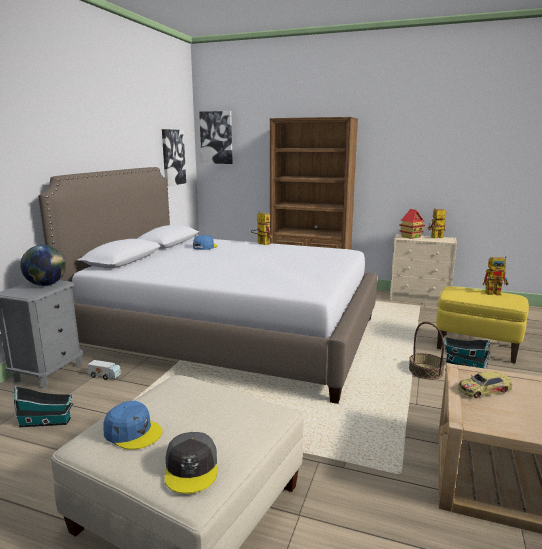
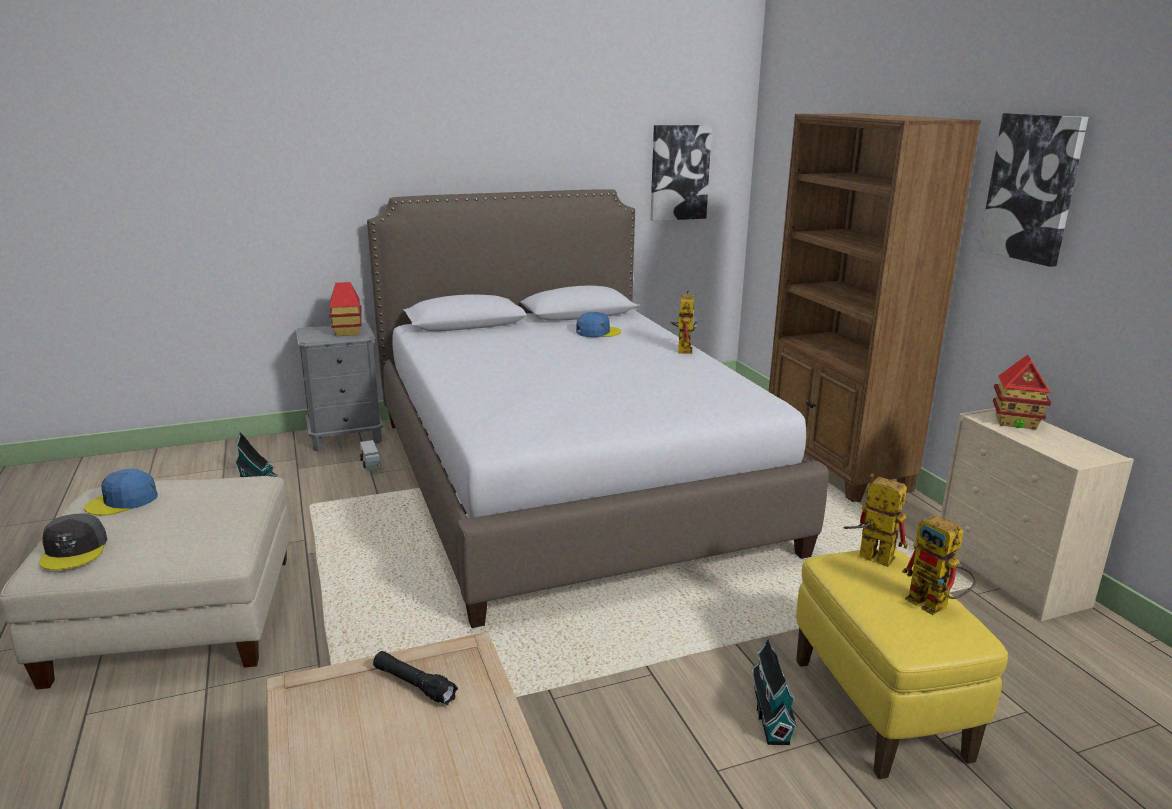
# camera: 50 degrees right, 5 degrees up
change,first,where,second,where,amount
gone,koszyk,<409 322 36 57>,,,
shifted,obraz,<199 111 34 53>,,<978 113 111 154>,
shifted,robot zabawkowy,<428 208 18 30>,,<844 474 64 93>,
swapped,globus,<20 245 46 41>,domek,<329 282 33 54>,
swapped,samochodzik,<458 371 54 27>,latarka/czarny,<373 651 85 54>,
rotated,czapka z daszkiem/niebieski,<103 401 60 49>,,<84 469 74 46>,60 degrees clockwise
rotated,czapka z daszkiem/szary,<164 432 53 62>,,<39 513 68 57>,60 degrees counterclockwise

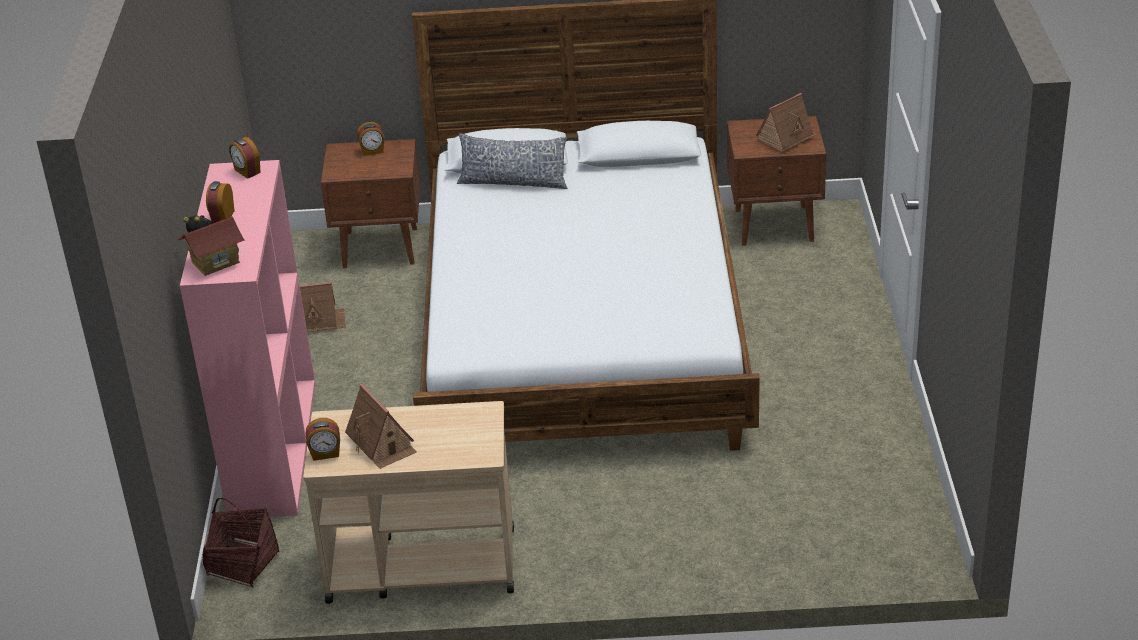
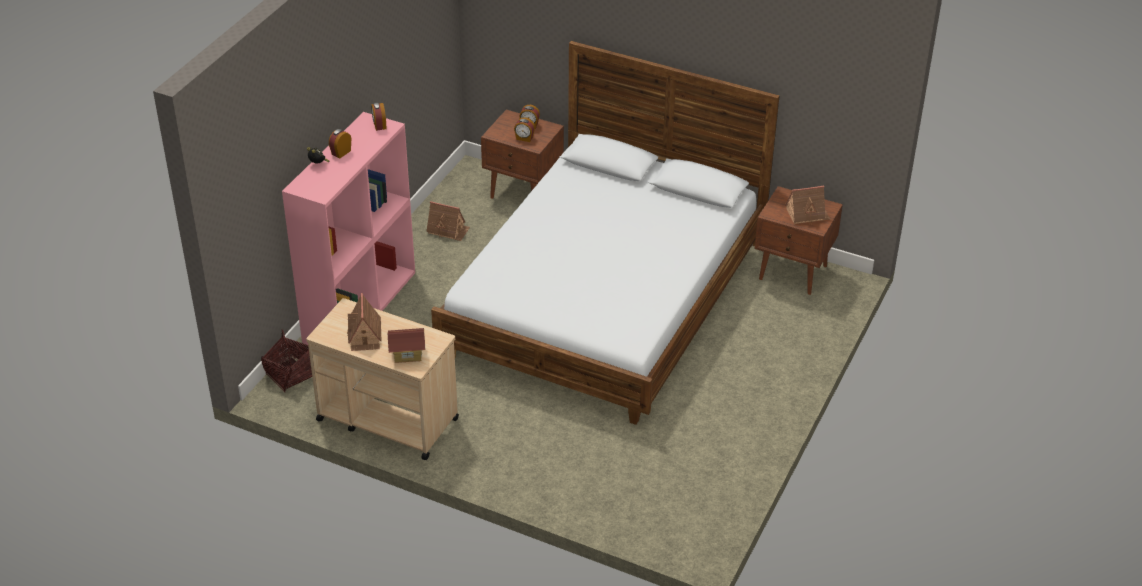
# camera: 25 degrees right, 5 degrees up
change,first,where,second,where,amount
gone,poduszka,<457 133 111 56>,,,
shifted,domek,<177 217 68 59>,,<388 328 38 35>,
shifted,budzik,<306 418 34 43>,,<514 117 21 25>,

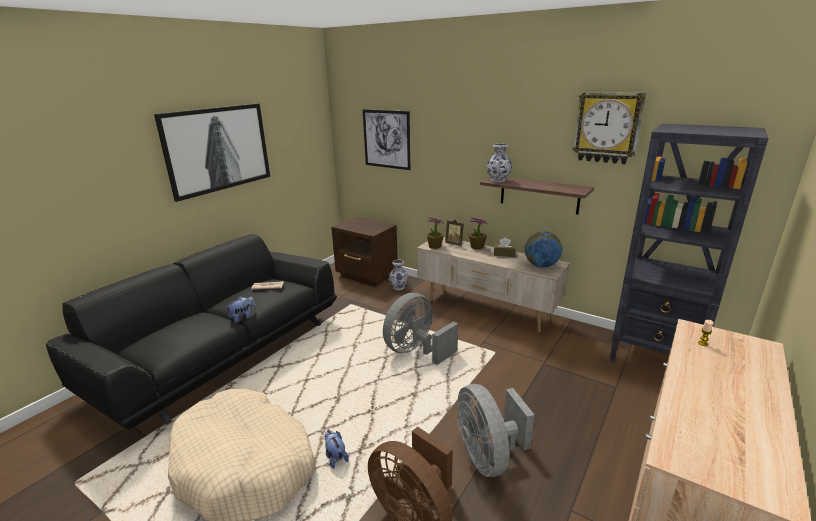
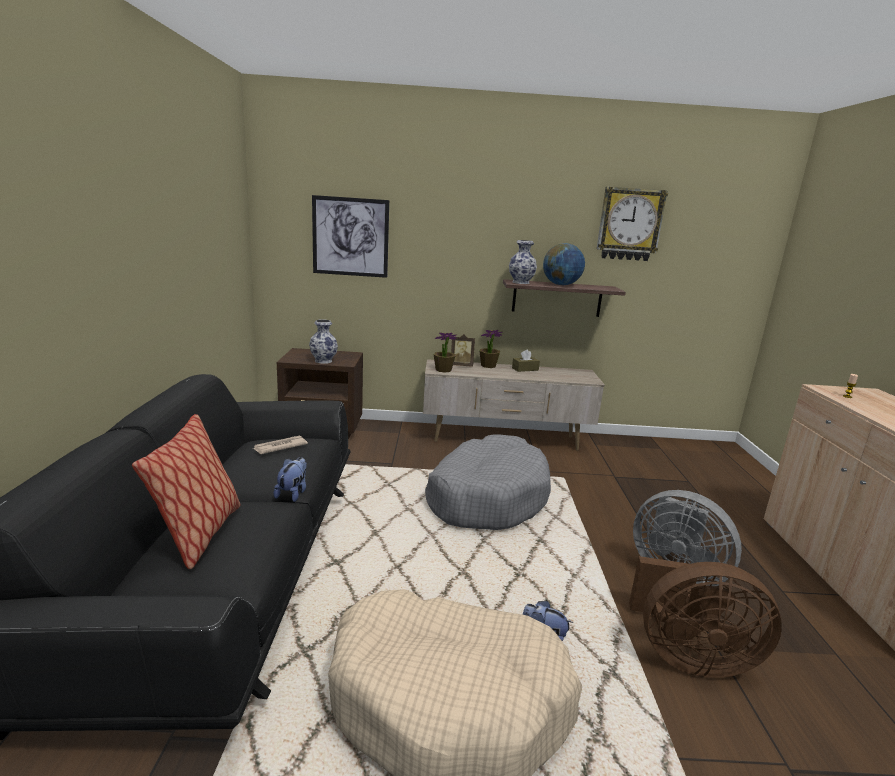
# camera: 35 degrees left, 5 degrees down
change,first,where,second,where,amount
gone,obraz,<154 104 116 98>,,,
gone,regał/czarny,<610 123 159 238>,,,
new,,,poduszka,<132 414 109 155>,
shifted,wazon,<389 259 20 31>,,<309 320 29 44>,
shifted,globus,<525 231 37 37>,,<543 243 42 42>,
swapped,wentylator/szary,<383 293 75 72>,legowisko/szary,<425 434 126 96>,

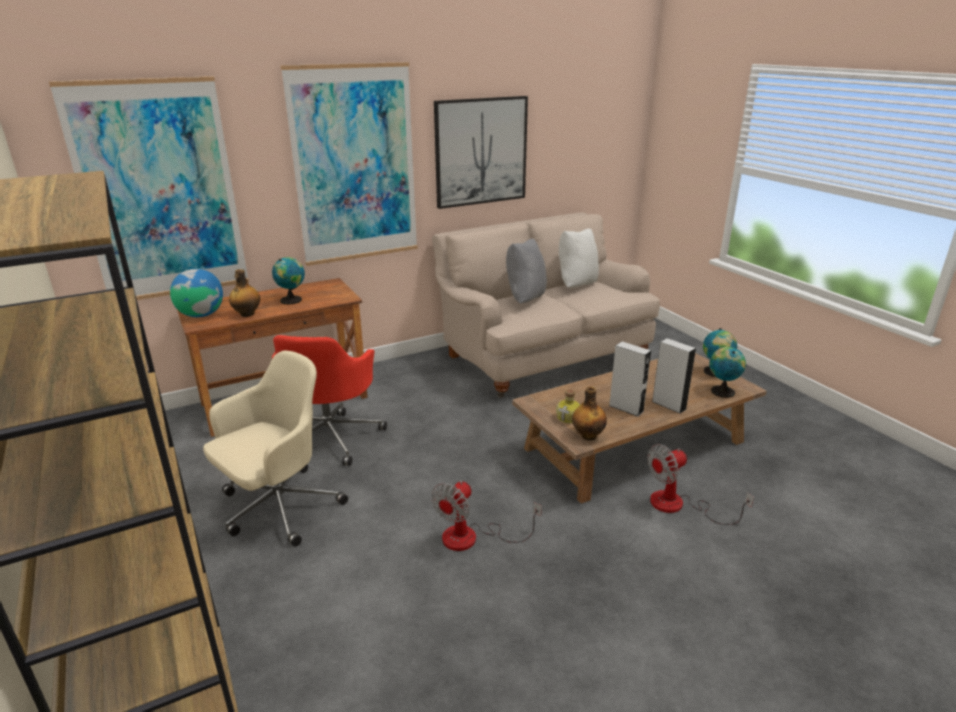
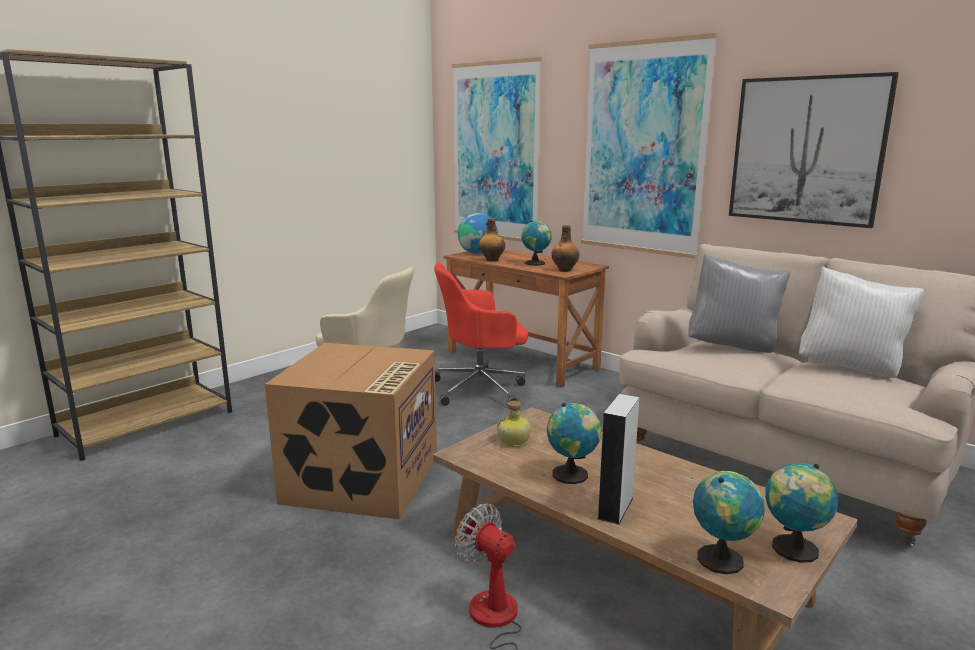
# camera: 70 degrees right, 10 degrees down
change,first,where,second,where,amount
shifted,butelka,<572 387 35 54>,,<551 225 29 47>,
swapped,wentylator,<431 481 111 70>,karton,<265 343 172 176>,
swapped,głośnik/szary,<609 341 42 76>,globus,<547 403 54 81>,

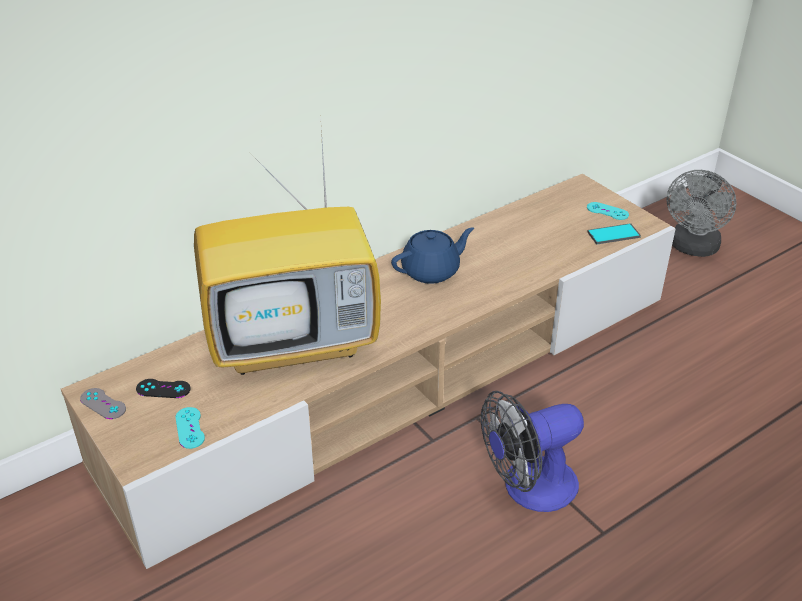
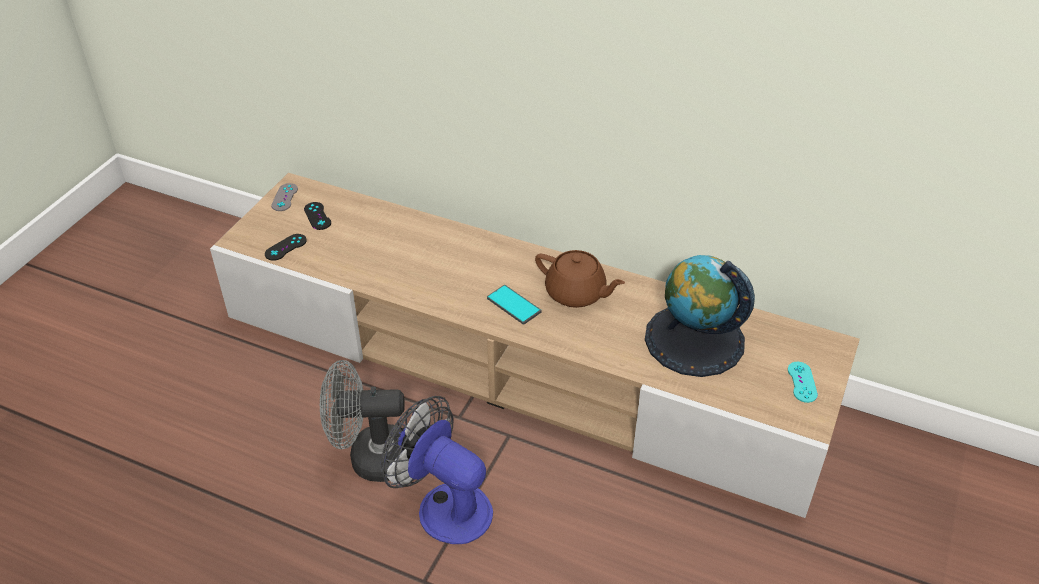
# camera: 60 degrees right, 5 degrees up
change,first,where,second,where,amount
gone,telewizor,<194 128 187 247>,,,
new,,,globus,<645 255 110 122>,
shifted,telefon,<587 223 54 21>,,<487 285 54 40>,
shifted,wentylator/szary,<666 170 70 87>,,<320 360 85 122>,
repainted,pad do gier/turkusowy,<175 407 30 42>,pad do gier/czarny,<265 234 42 27>,
repainted,imbryk/niebieski,<391 227 83 57>,imbryk/brązowy,<535 250 90 58>,

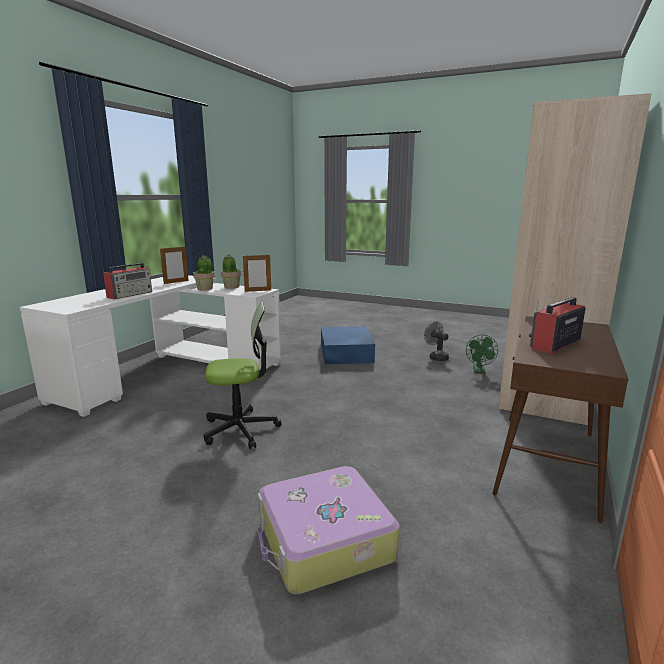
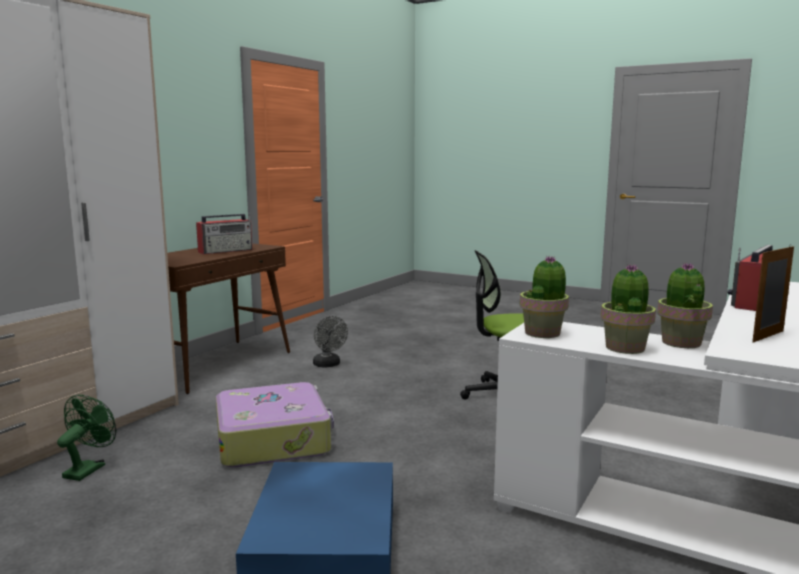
# camera: 175 degrees left, 5 degrees down
change,first,where,second,where,amount
shifted,walizka,<257 466 143 129>,,<216 382 118 86>,
shifted,wentylator/szary,<424 321 25 40>,,<313 316 35 52>,
swapped,ramka na zdjęcie,<243 255 28 37>,roślina doniczkowa,<520 256 49 82>,

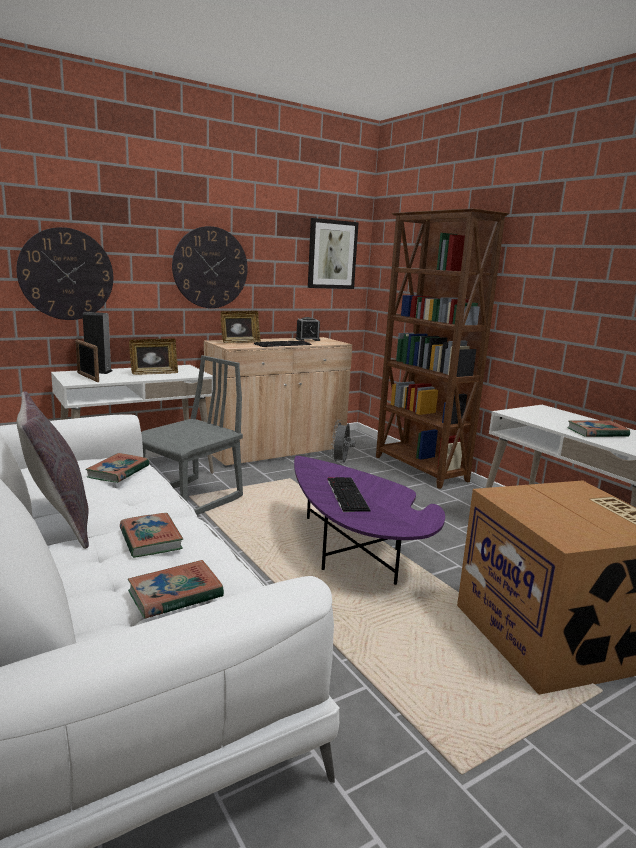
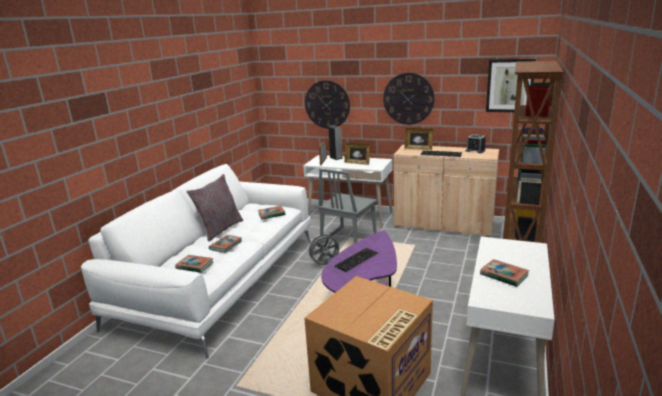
# camera: 55 degrees right, 5 degrees up
change,first,where,second,where,amount
shifted,wentylator/szary,<331 420 24 44>,,<306 232 33 33>,
rotated,krzesło/szary,<141 355 102 160>,,<318 168 59 75>,120 degrees clockwise

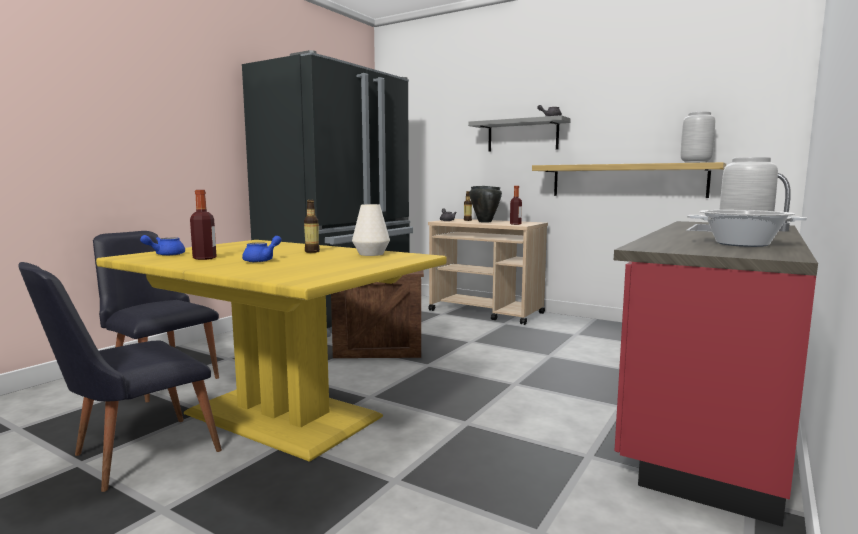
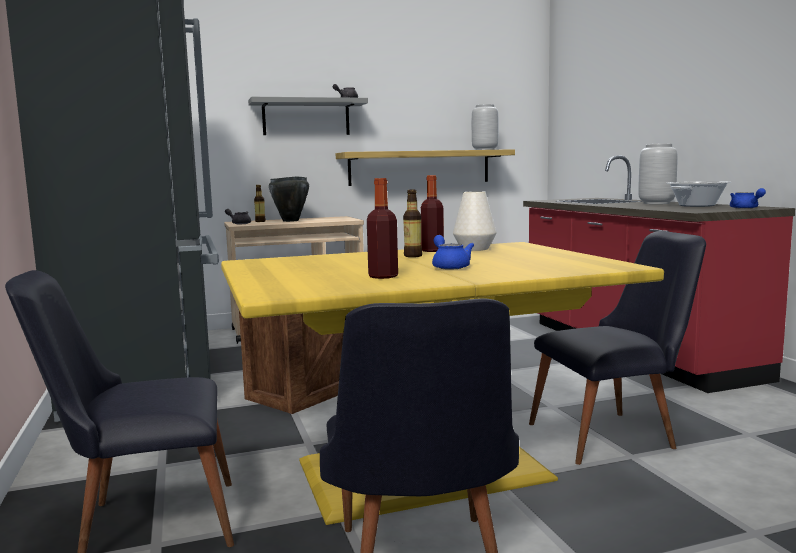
# camera: 50 degrees left, 0 degrees up
change,first,where,second,where,amount
new,,,krzesło/czarny,<529 231 177 234>,
shifted,imbryk/niebieski,<140 235 45 21>,,<730 188 36 21>,
shifted,butelka,<510 186 12 39>,,<421 175 23 77>,

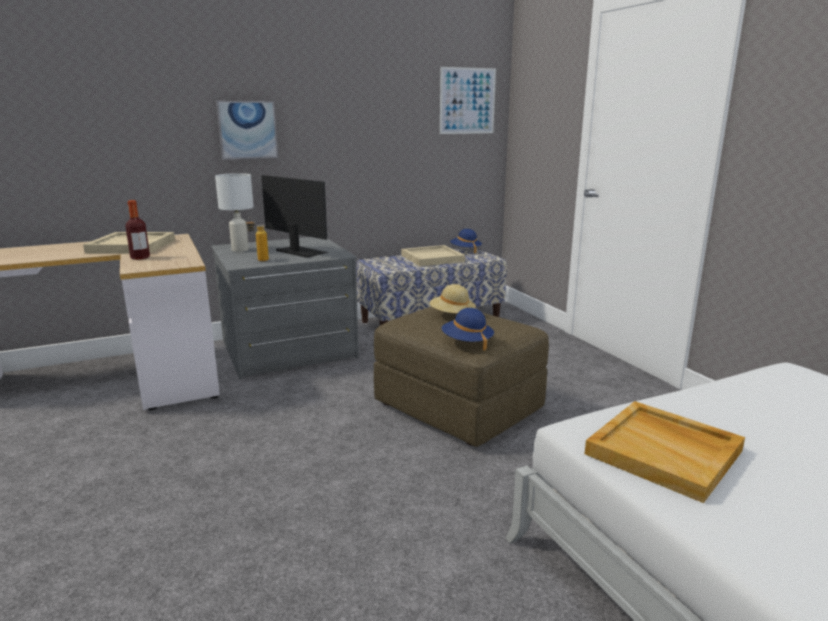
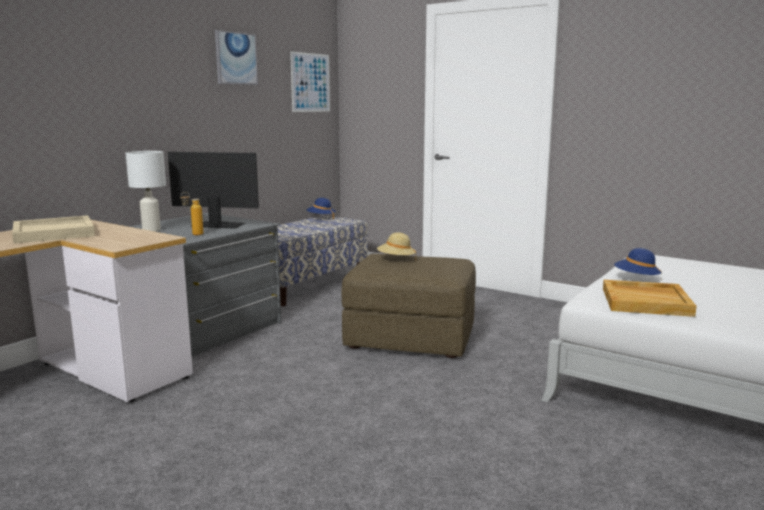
# camera: 30 degrees left, 5 degrees down
change,first,where,second,where,amount
gone,butelka,<125 200 25 60>,,,
gone,taca/beżowy,<401 245 64 21>,,,
shifted,obraz,<216 101 62 59>,,<215 30 43 55>,
shifted,kapelusz/niebieski,<442 308 52 43>,,<614 248 48 30>,

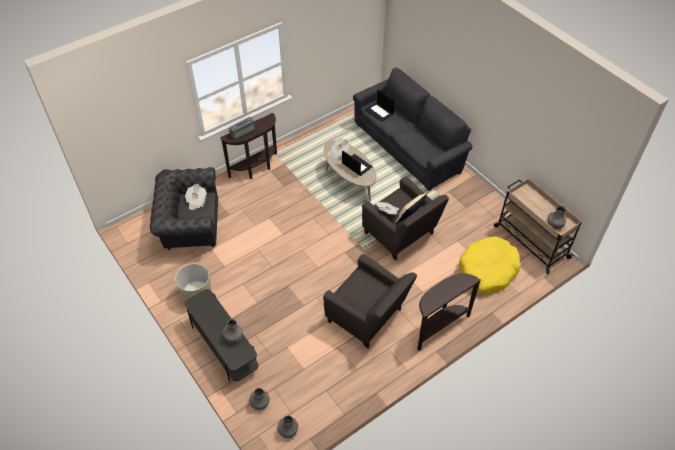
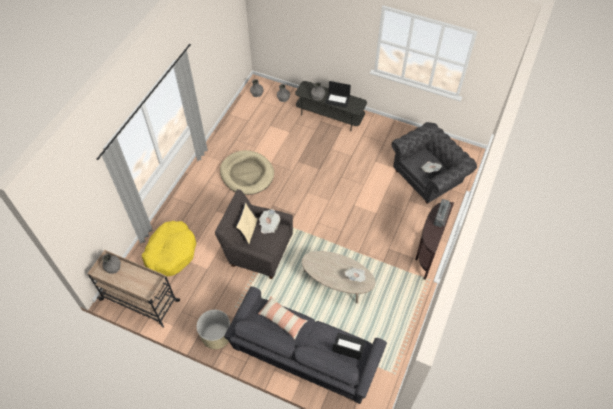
# camera: 150 degrees right, 5 degrees up
change,first,where,second,where,amount
gone,stolik konsolowy/brązowy,<418 273 63 78>,,,
new,,,poduszka,<258 296 50 44>,
shifted,donica/beżowy,<175 263 37 38>,,<197 310 33 39>,
shifted,laptop,<342 151 31 25>,,<325 81 26 27>,
swapped,fotel/szary,<323 254 94 94>,legowisko/beżowy,<220 150 54 45>,

